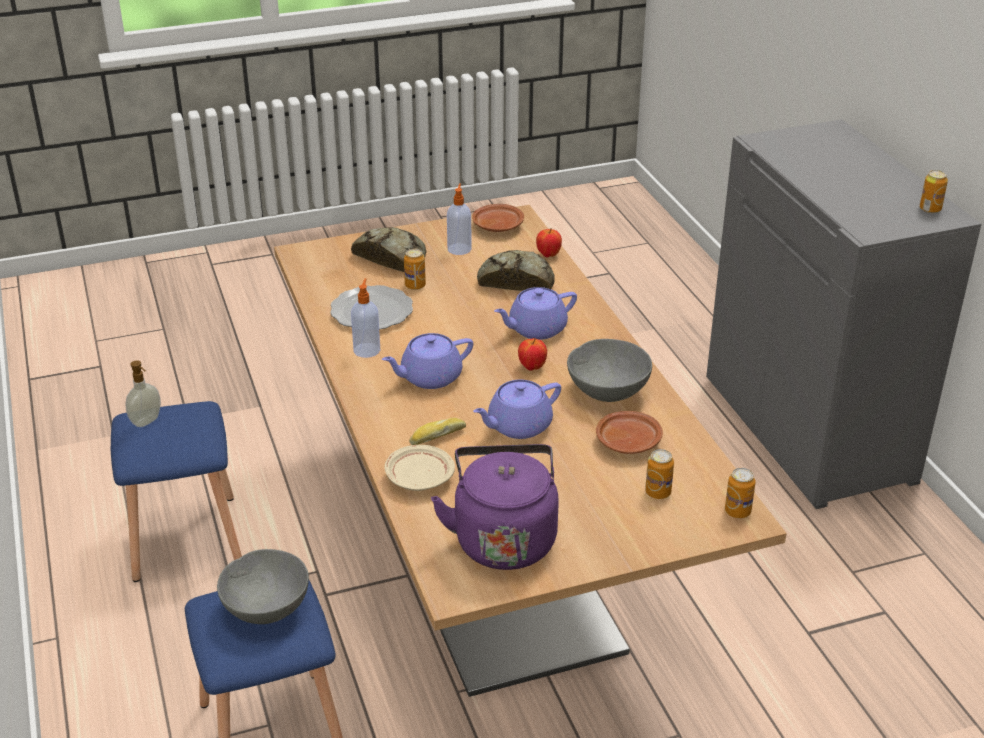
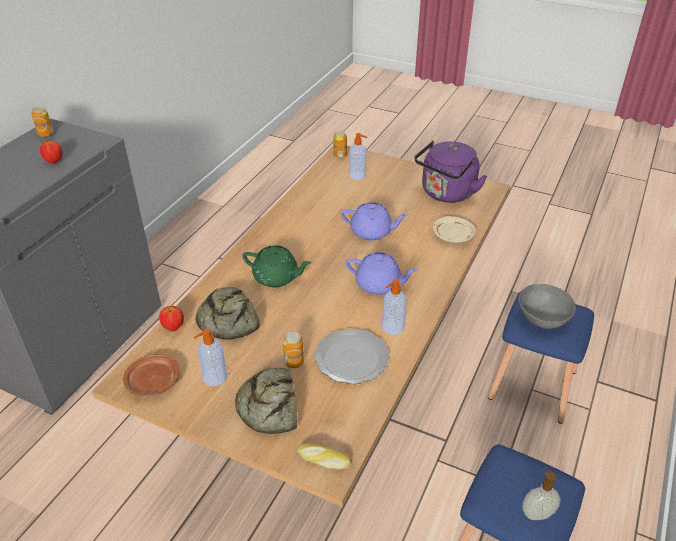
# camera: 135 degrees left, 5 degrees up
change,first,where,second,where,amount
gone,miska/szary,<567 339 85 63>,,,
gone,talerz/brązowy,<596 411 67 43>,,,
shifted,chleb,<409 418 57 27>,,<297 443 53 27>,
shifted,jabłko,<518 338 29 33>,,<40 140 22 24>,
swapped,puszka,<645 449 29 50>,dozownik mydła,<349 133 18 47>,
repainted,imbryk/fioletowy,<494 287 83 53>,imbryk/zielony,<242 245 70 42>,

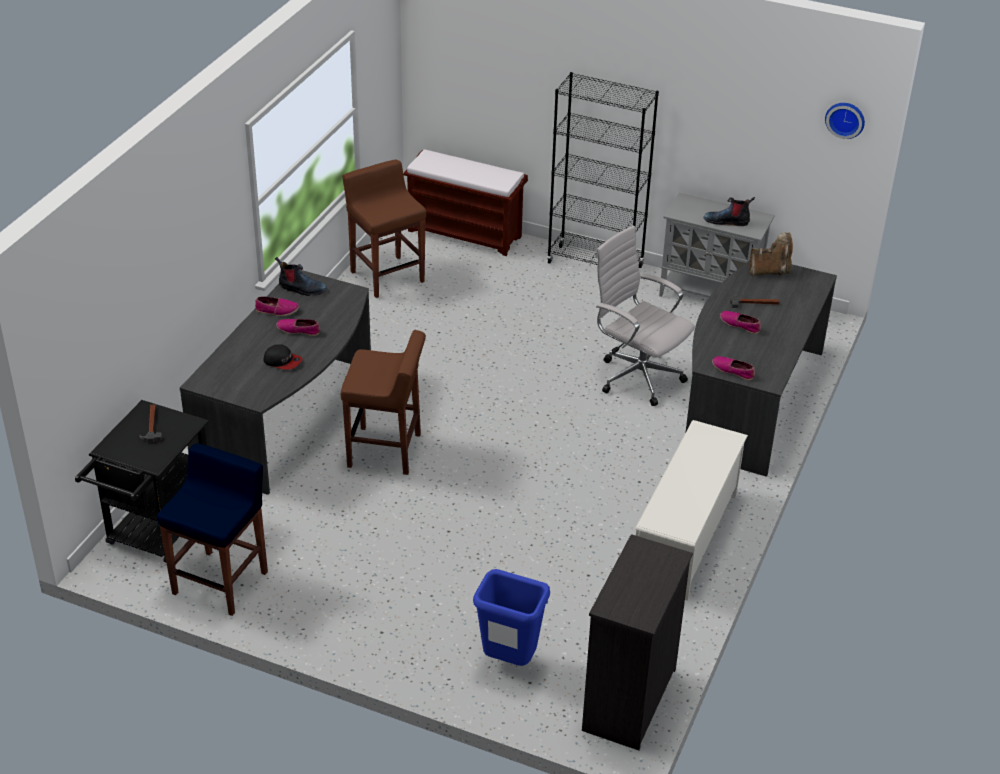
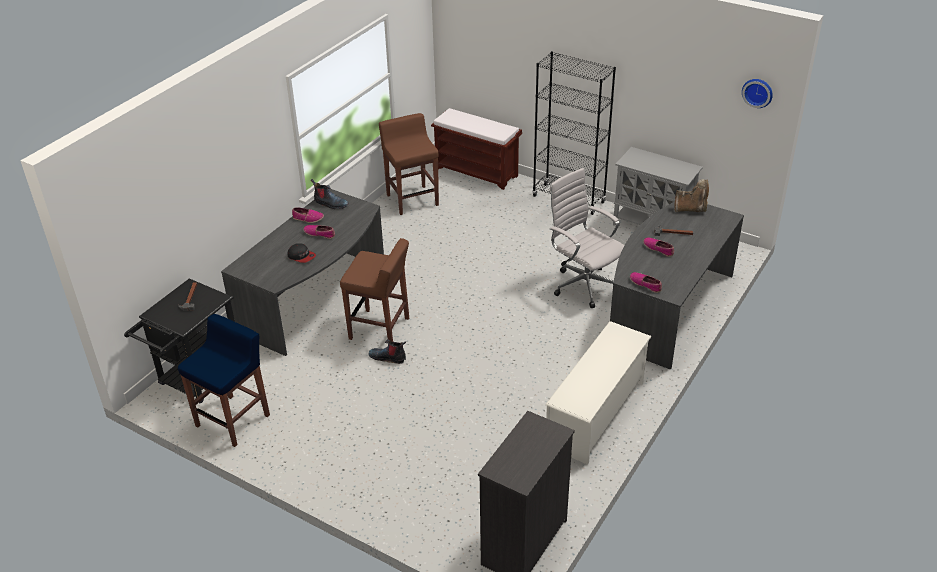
# camera: 10 degrees right, 0 degrees up
change,first,where,second,where,amount
gone,kosz na śmieci/niebieski,<473 569 77 97>,,,
shifted,but z cholewką,<704 197 51 29>,,<368 339 38 25>,

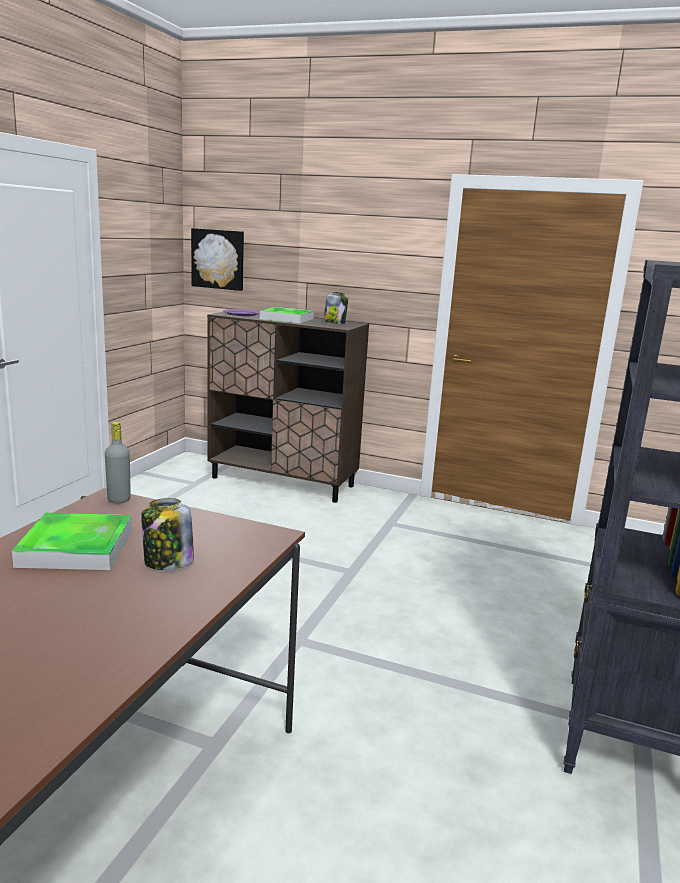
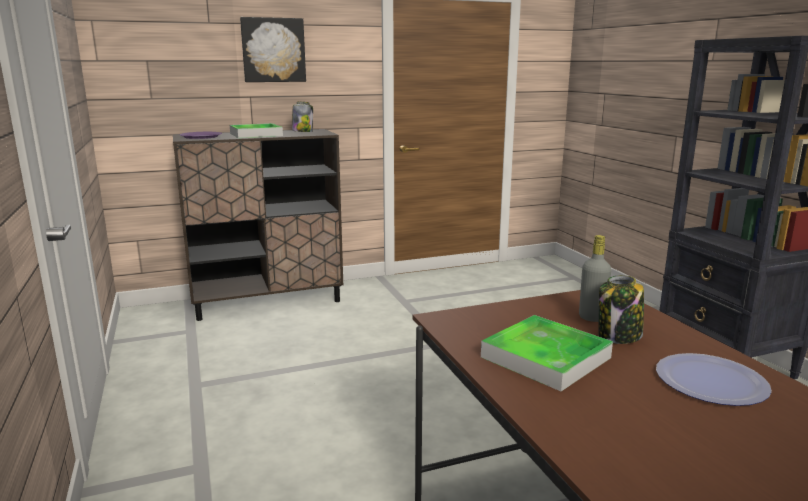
# camera: 40 degrees left, 0 degrees up
change,first,where,second,where,amount
new,,,talerz,<656 353 116 53>,
shifted,butelka/szary,<105 422 26 82>,,<579 235 32 87>,
shifted,obraz,<191 228 53 63>,,<240 17 66 65>,

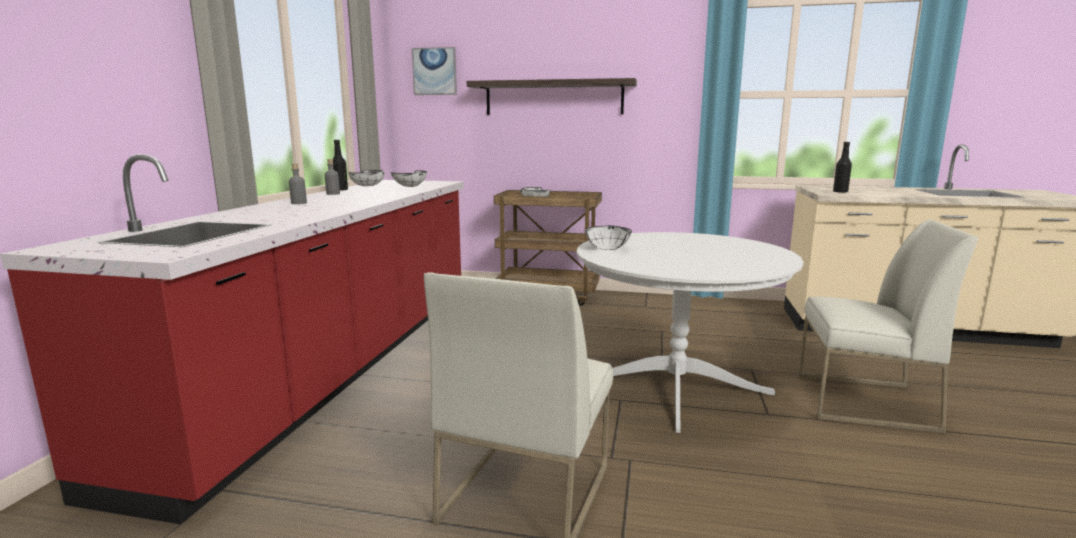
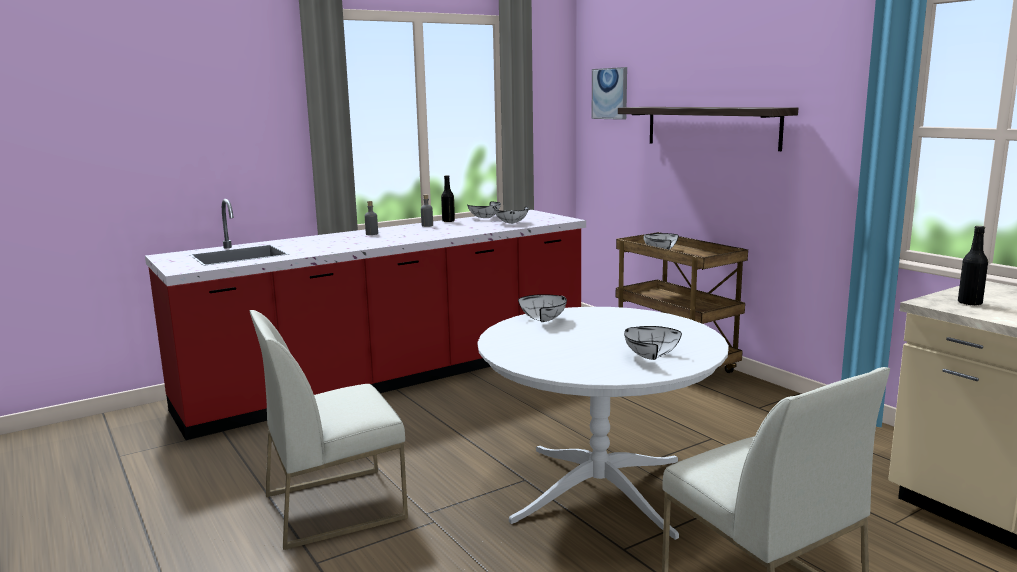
# camera: 45 degrees right, 0 degrees up
change,first,where,second,where,amount
new,,,miska/biały,<624 326 58 34>,

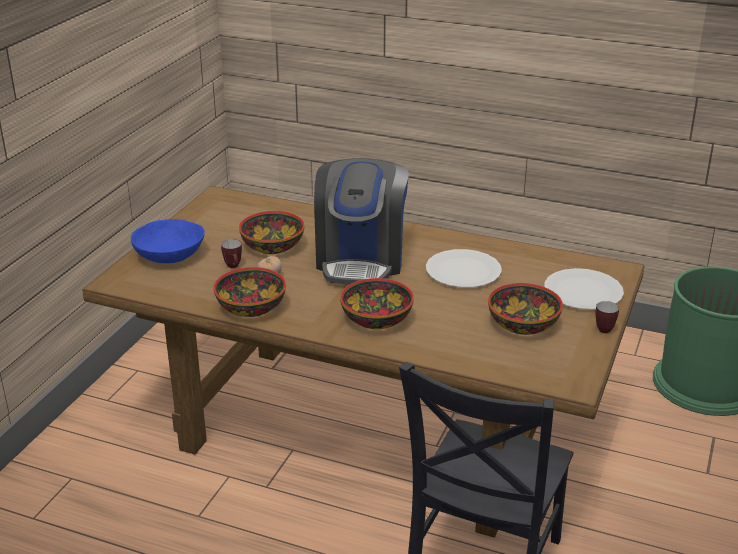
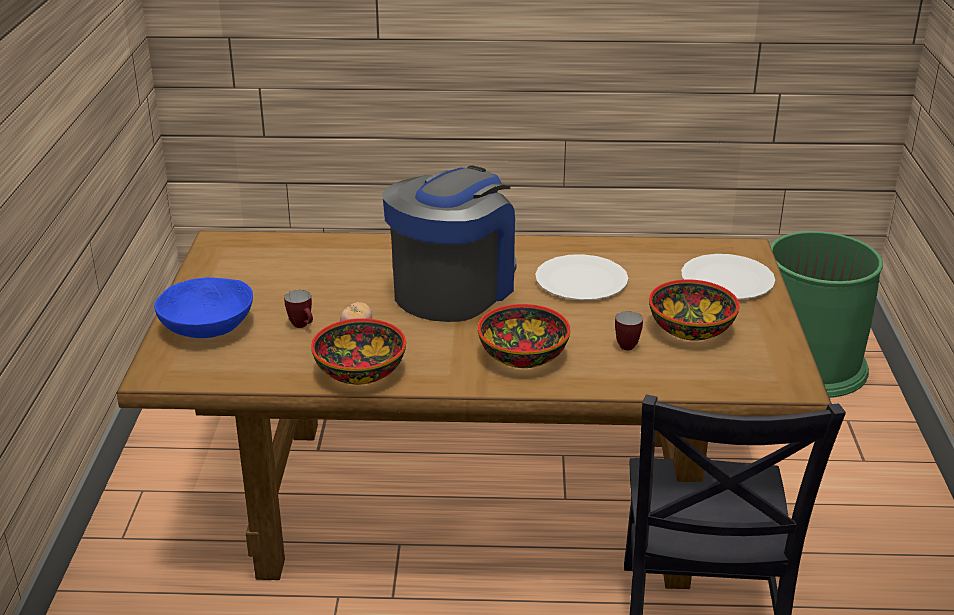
# camera: 20 degrees left, 0 degrees up
change,first,where,second,where,amount
gone,miska,<239 211 66 43>,,,
shifted,kubek,<596 301 23 32>,,<615 311 28 40>,
rotated,ekspres do kawy,<314 158 95 127>,,<383 165 133 157>,135 degrees counterclockwise

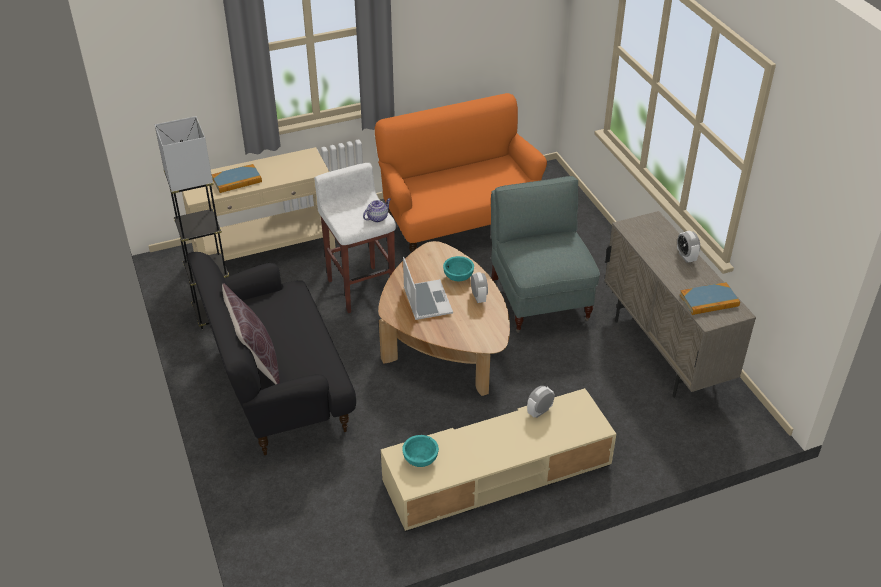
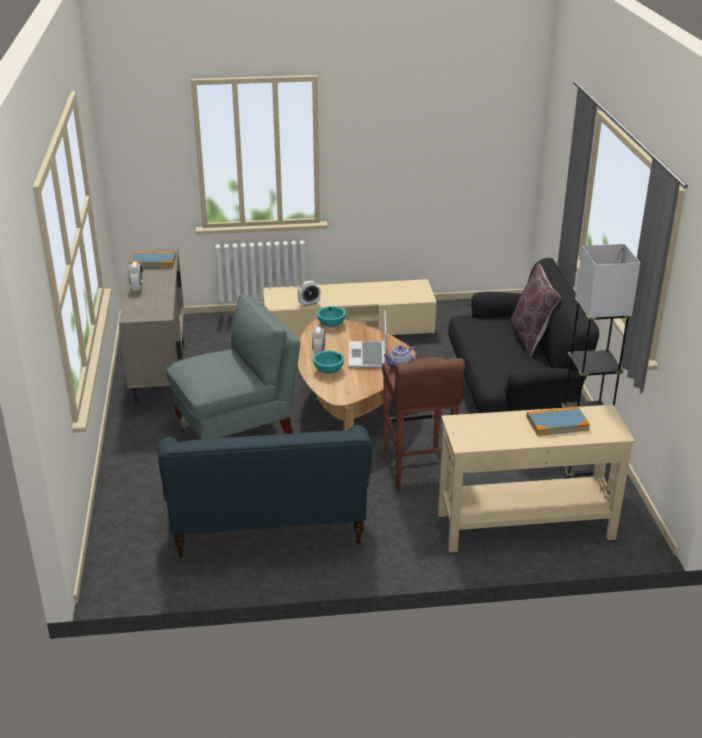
# camera: 165 degrees left, 10 degrees down
change,first,where,second,where,amount
shifted,miska/turkusowy,<402 435 37 32>,,<317 306 29 21>,
repainted,stołek/biały,<314 163 82 150>,stołek/brązowy,<382 357 83 133>,
repainted,kanapa/pomarańczowy,<375 93 172 159>,kanapa/niebieski,<157 425 215 133>,
rotated,fotel/szary,<491 176 109 157>,,<166 295 134 145>,120 degrees counterclockwise

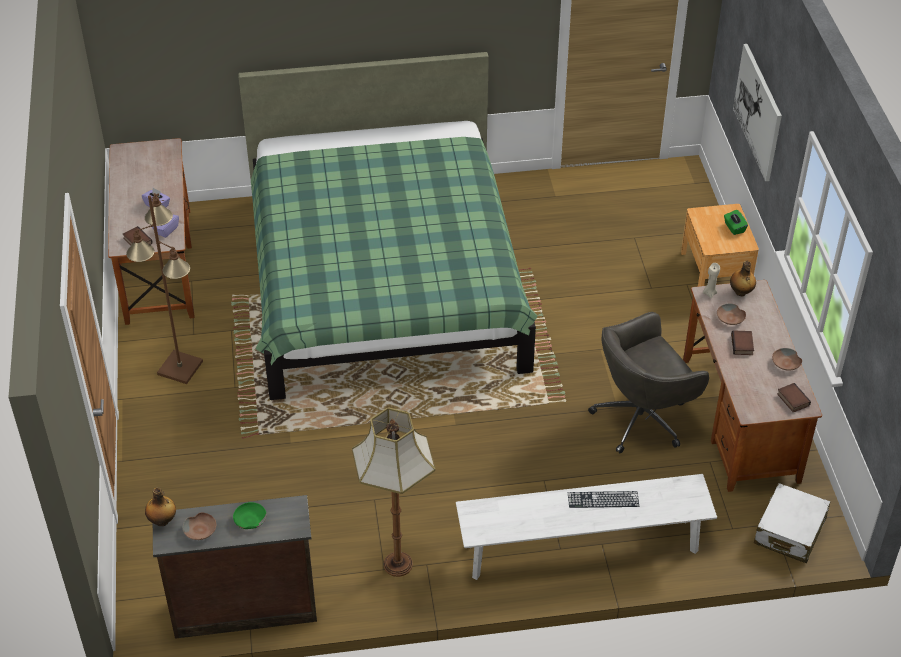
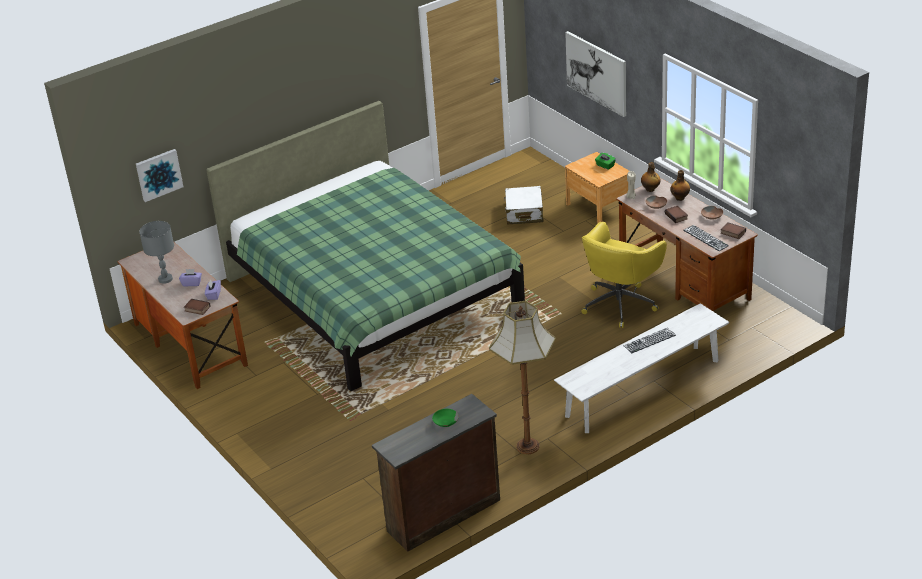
# camera: 25 degrees left, 10 degrees down
change,first,where,second,where,amount
gone,lampa stojąca/brązowy,<126 193 77 191>,,,
gone,miska/brązowy,<182 513 34 27>,,,
new,,,obraz,<136 149 47 53>,
new,,,lampa stołowa/szary,<139 221 35 63>,
new,,,klawiatura,<683 225 46 26>,
shifted,butelka,<145 487 31 39>,,<670 170 20 31>,
shifted,walizka/biały,<754 483 76 80>,,<504 186 39 39>,
repainted,krzesło biurowe/szary,<588 312 121 141>,krzesło biurowe/żółty,<581 222 86 106>,

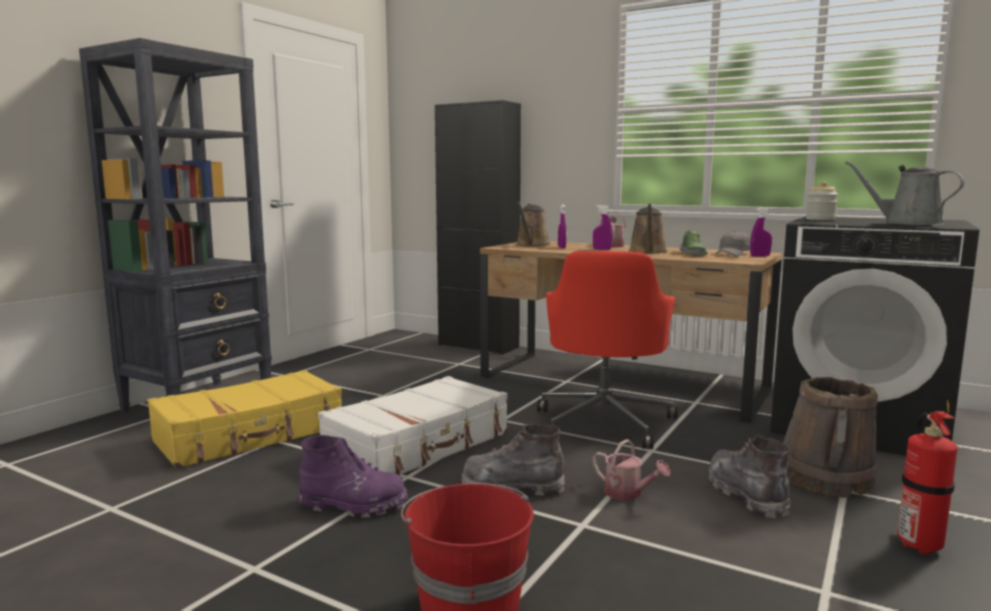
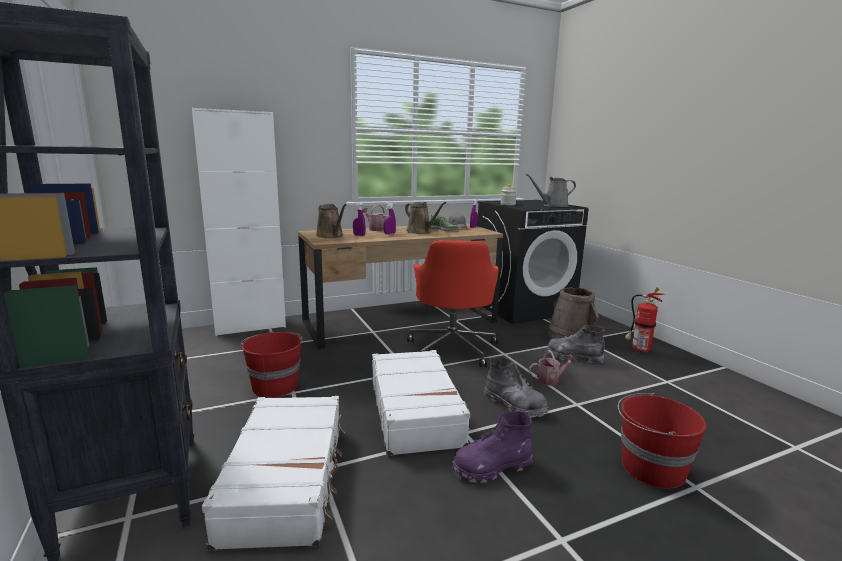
# camera: 55 degrees left, 5 degrees up
change,first,where,second,where,amount
new,,,wiadro/czerwony,<241 332 61 66>,
repainted,walizka/żółty,<147 370 195 99>,walizka/biały,<202 396 144 155>,
repainted,szafka/czarny,<435 100 86 255>,szafka/biały,<192 108 94 228>,
rotated,but z cholewką/fioletowy,<298 435 110 83>,,<452 411 82 72>,150 degrees counterclockwise
rotated,but z cholewką/szary,<461 424 104 72>,,<484 356 64 61>,90 degrees counterclockwise
rotated,krzesło biurowe/czerwony,<537 251 141 198>,,<407 240 92 127>,45 degrees clockwise

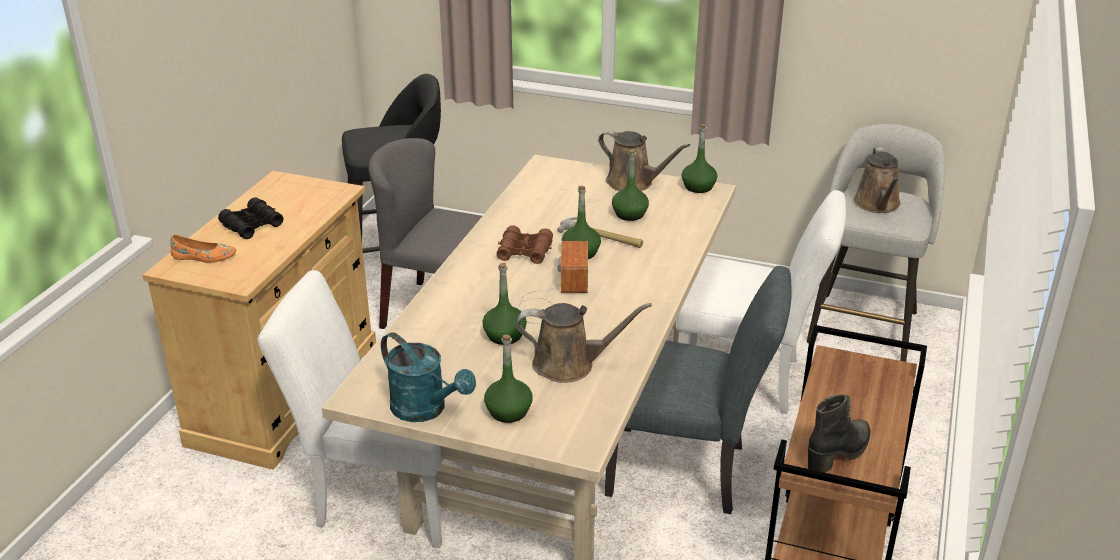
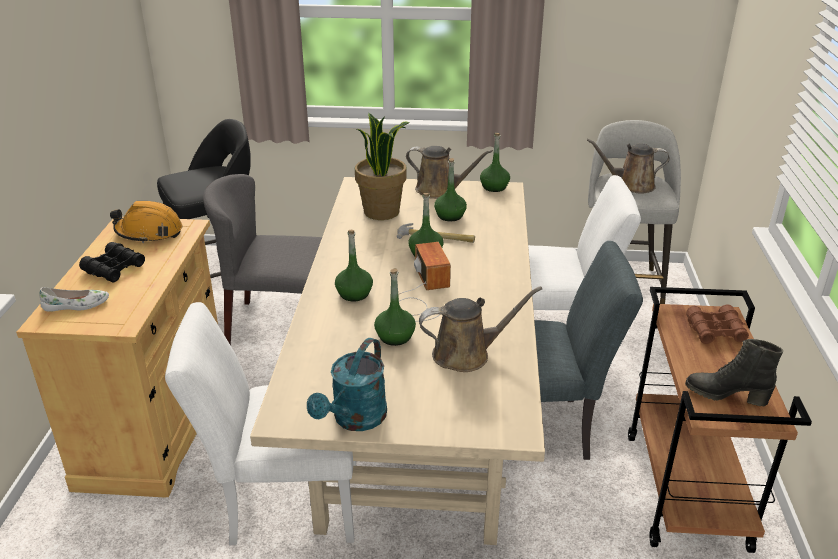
# camera: 15 degrees left, 0 degrees up
change,first,where,second,where,amount
new,,,kask/pomarańczowy,<110 201 73 42>,
new,,,roślina doniczkowa,<355 113 55 107>,
shifted,butelka/zielony,<484 335 49 88>,,<335 230 38 71>,
shifted,lornetka/brązowy,<497 225 56 39>,,<686 304 63 40>,
repainted,but/pomarańczowy,<170 235 66 28>,but/biały,<39 287 70 25>,
rotated,konewka/turkusowy,<381 332 95 90>,,<307 338 80 93>,90 degrees clockwise
rotated,but z cholewką/czarny,<808 394 63 79>,,<685 339 98 67>,105 degrees counterclockwise
rotated,konewka/brązowy,<854 147 47 66>,,<587 139 83 55>,105 degrees clockwise

